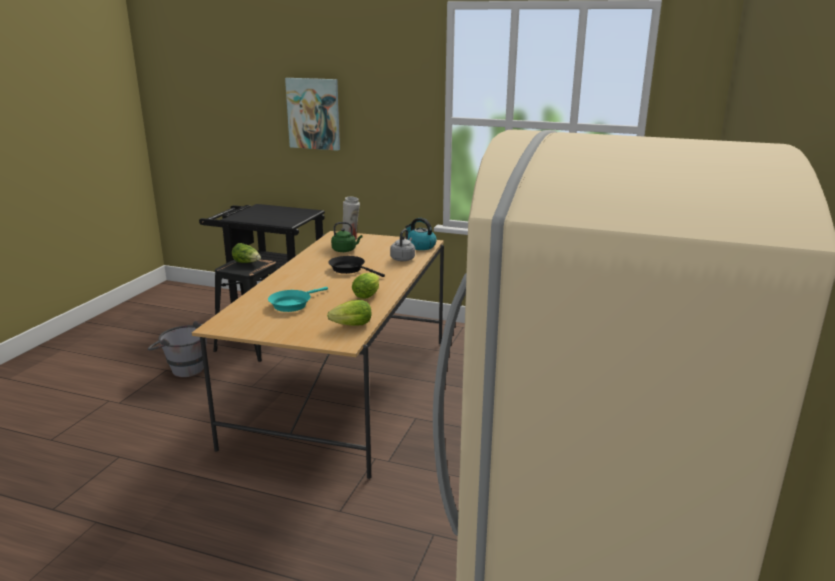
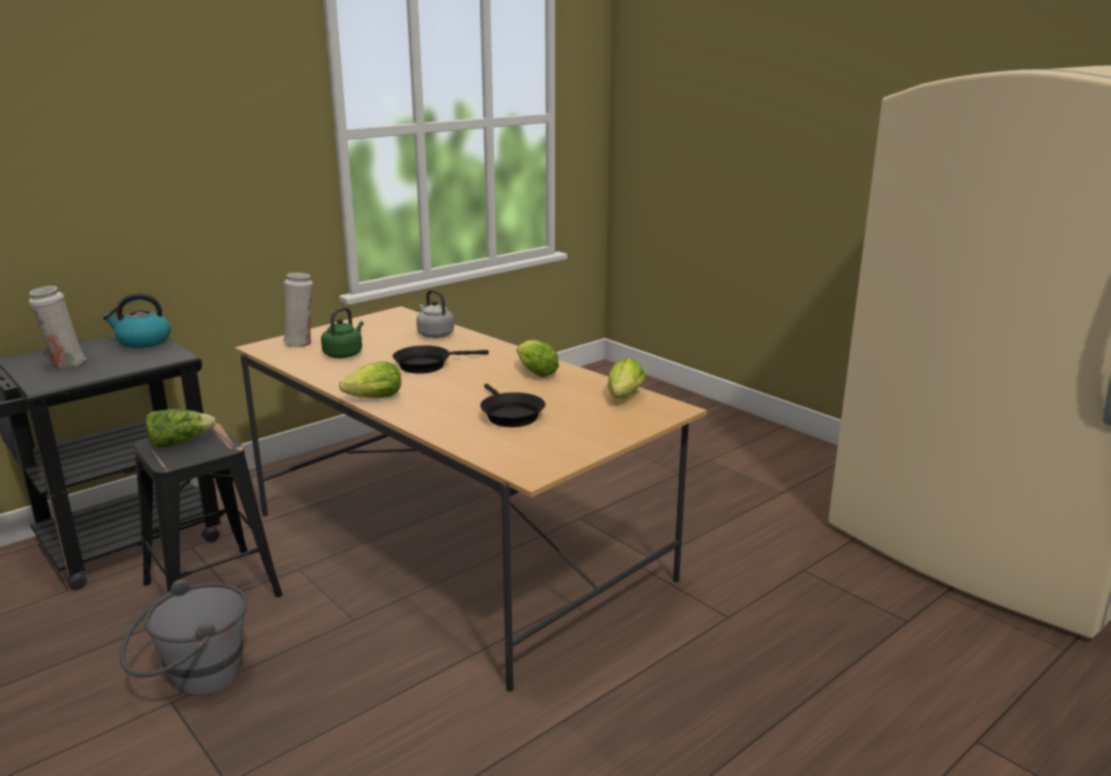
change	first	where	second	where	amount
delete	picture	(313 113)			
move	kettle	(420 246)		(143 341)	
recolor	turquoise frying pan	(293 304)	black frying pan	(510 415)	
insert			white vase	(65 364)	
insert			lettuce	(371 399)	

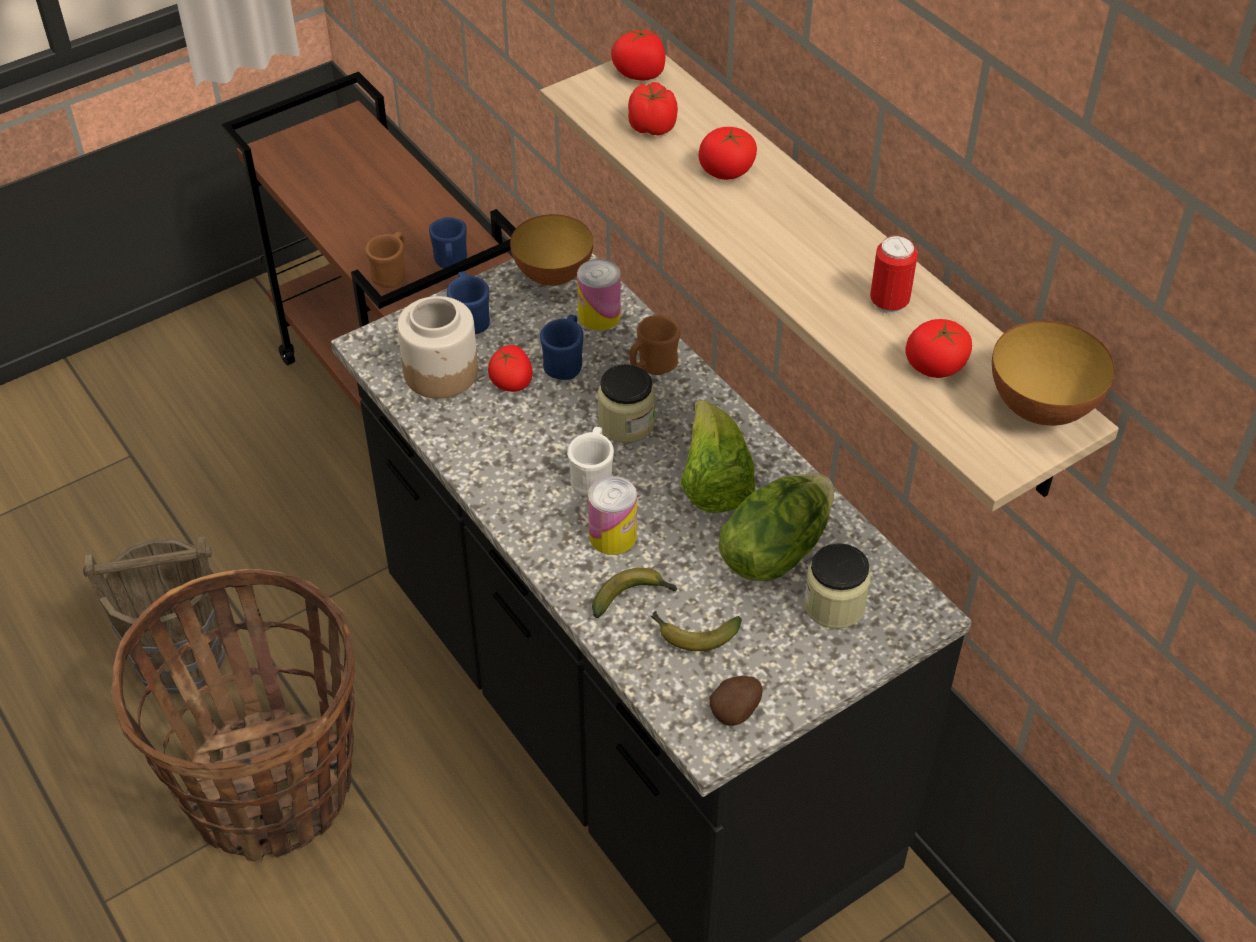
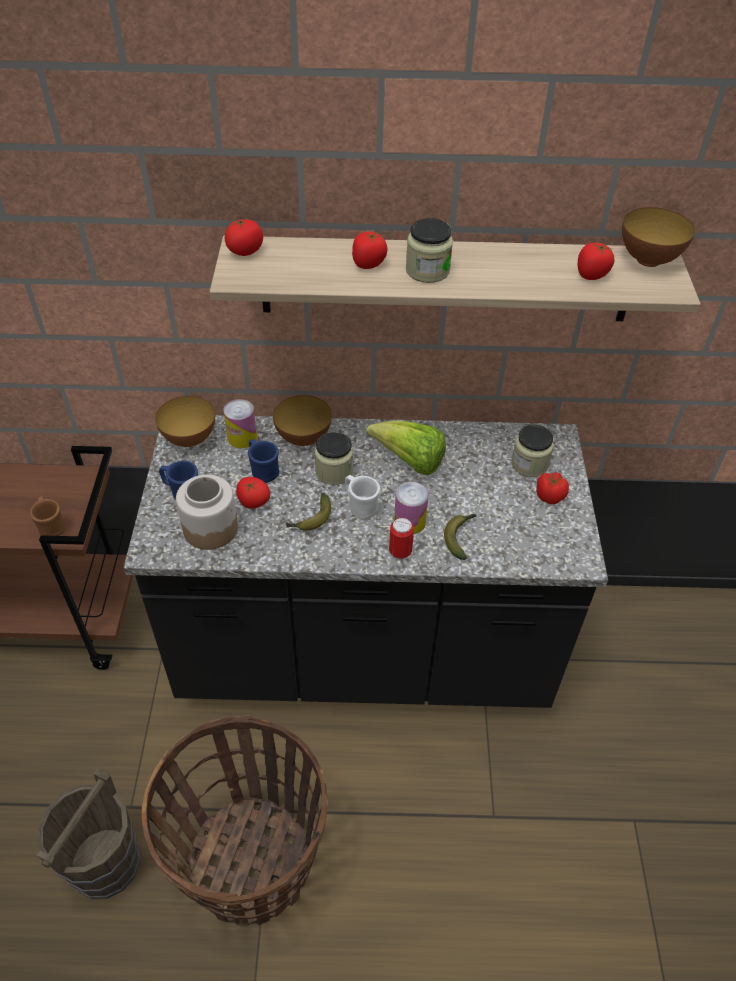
change	first	where	second	where	amount
move	tomato	(652 126)		(549 496)	
delete	blue mug	(451 263)			
move	can	(889 303)		(400 552)	
replace	brown mug	(653 366)	bowl	(303 438)	
delete	lettuce	(774 550)			
move	banana	(692 634)		(311 519)	
delete	potato	(736 710)			
insert			jar	(427 270)	

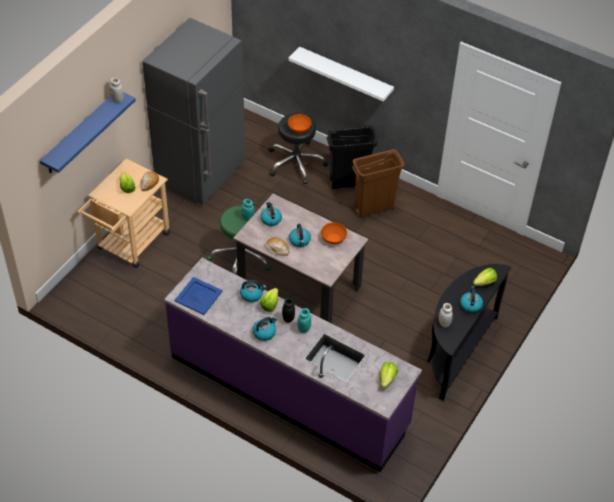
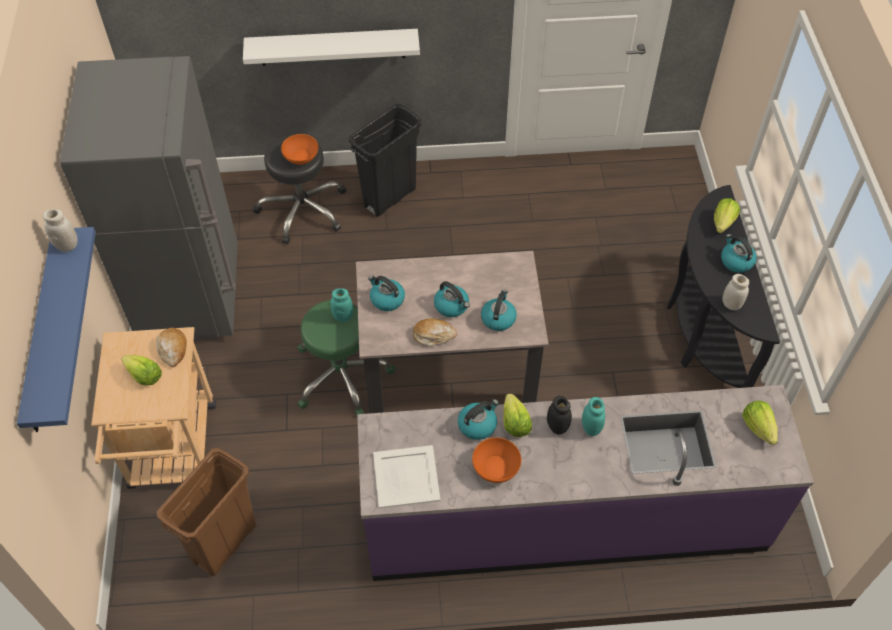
change	first	where	second	where	amount
move	brown trash can	(373 208)		(225 544)	
move	orange bowl	(333 239)		(496 468)	
recolor	blue tray	(198 295)	white tray	(405 476)	
move	kettle	(264 332)		(498 318)	

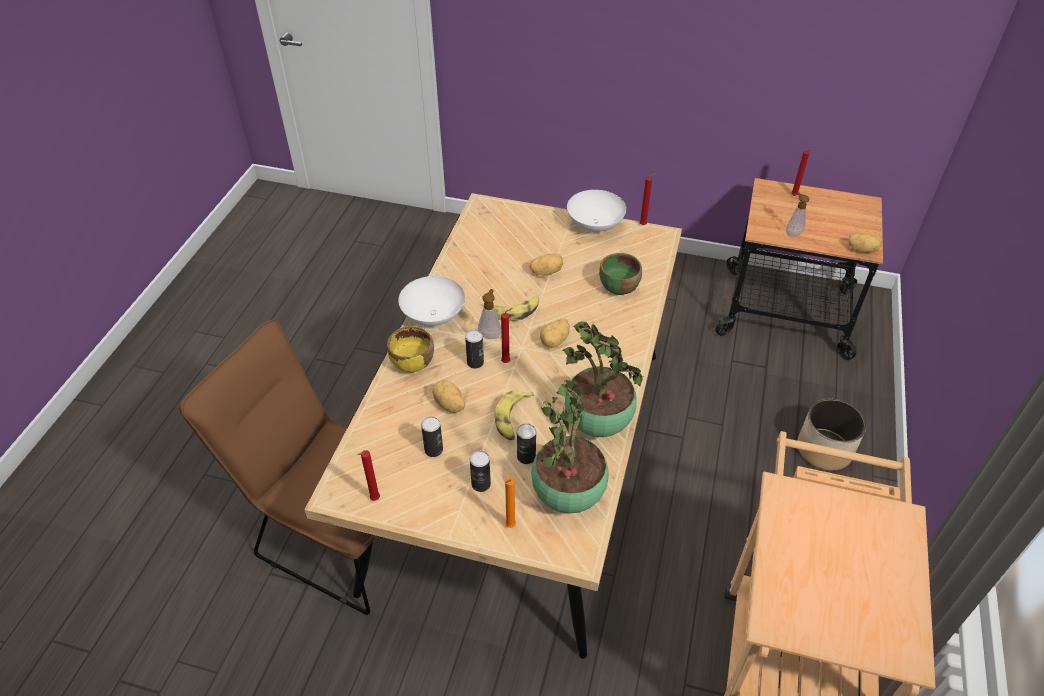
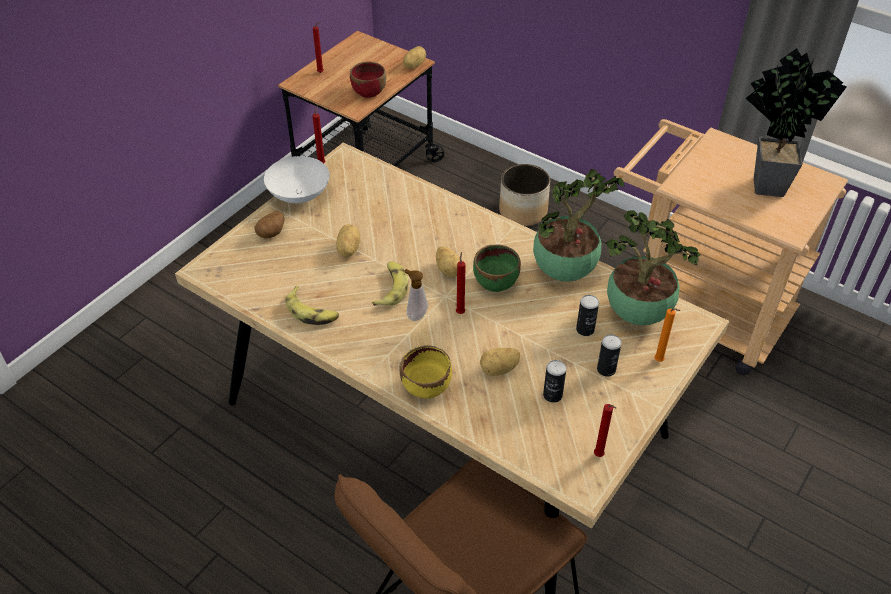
change	first	where	second	where	amount
replace	soap dispenser	(792 233)	red bowl	(368 92)	
move	green bowl	(618 287)		(495 282)	
delete	white bowl	(432 315)			
delete	can	(475 362)			
move	banana	(512 419)		(312 312)	
insert			potted plant	(762 184)	
insert			potato	(271 233)	

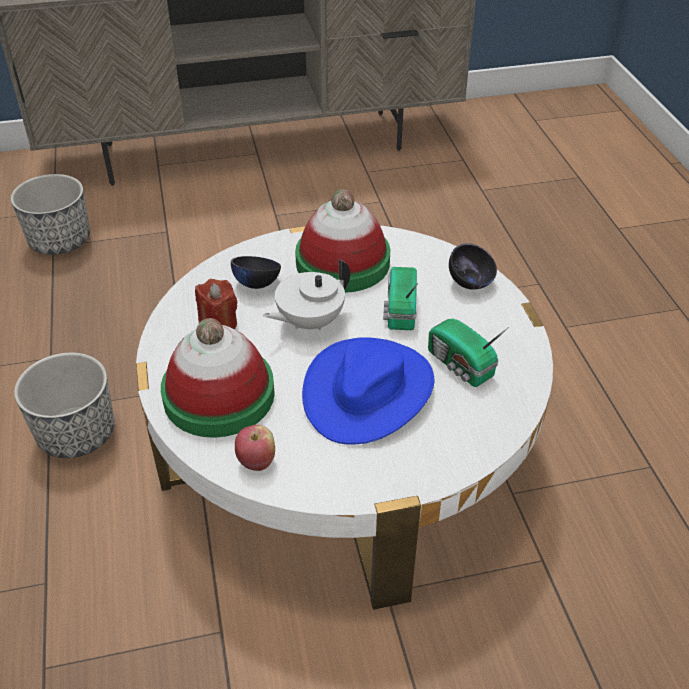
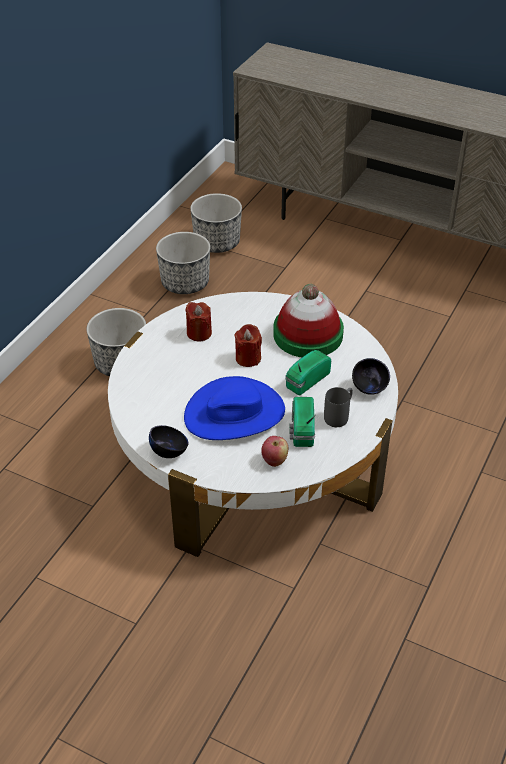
change	first	where	second	where	amount
move	black bowl	(257 283)		(169 452)	
replace	white teapot	(309 321)	red candle	(248 358)	
delete	hat	(219 395)			
move	apple	(256 462)		(274 460)	
insert			planter	(185 283)	
insert			grey mug	(339 415)	

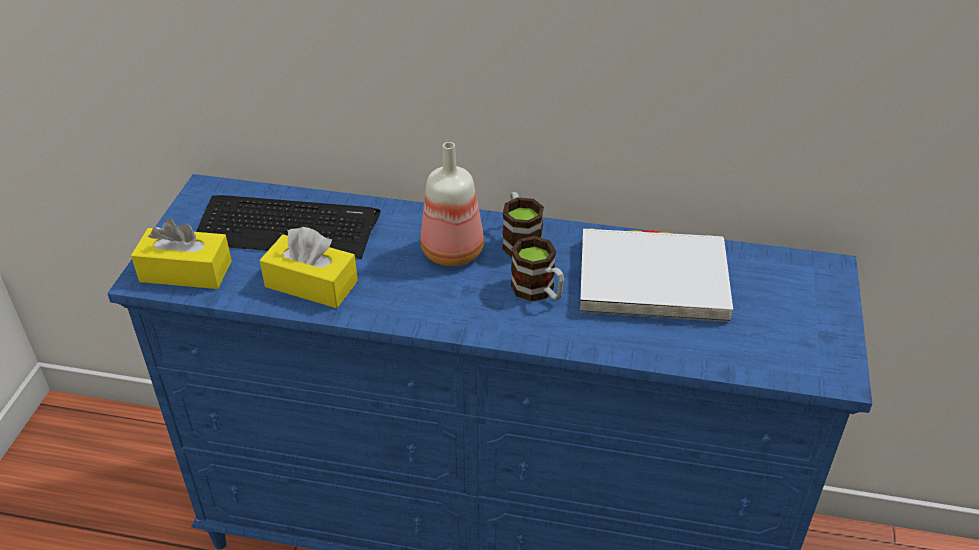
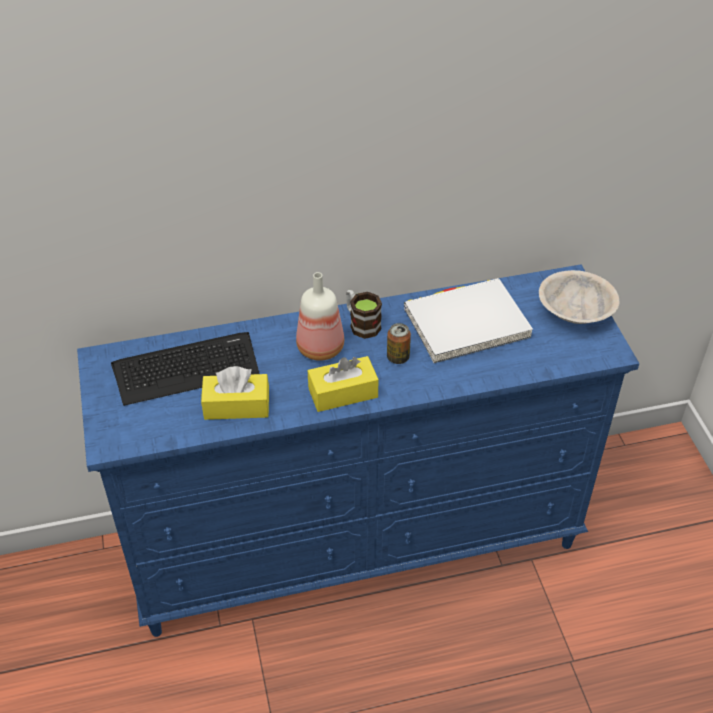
change	first	where	second	where	amount
move	yellow tissue box	(186 271)		(343 393)	
replace	mug	(539 291)	can	(398 357)	
insert			beige bowl	(574 312)	

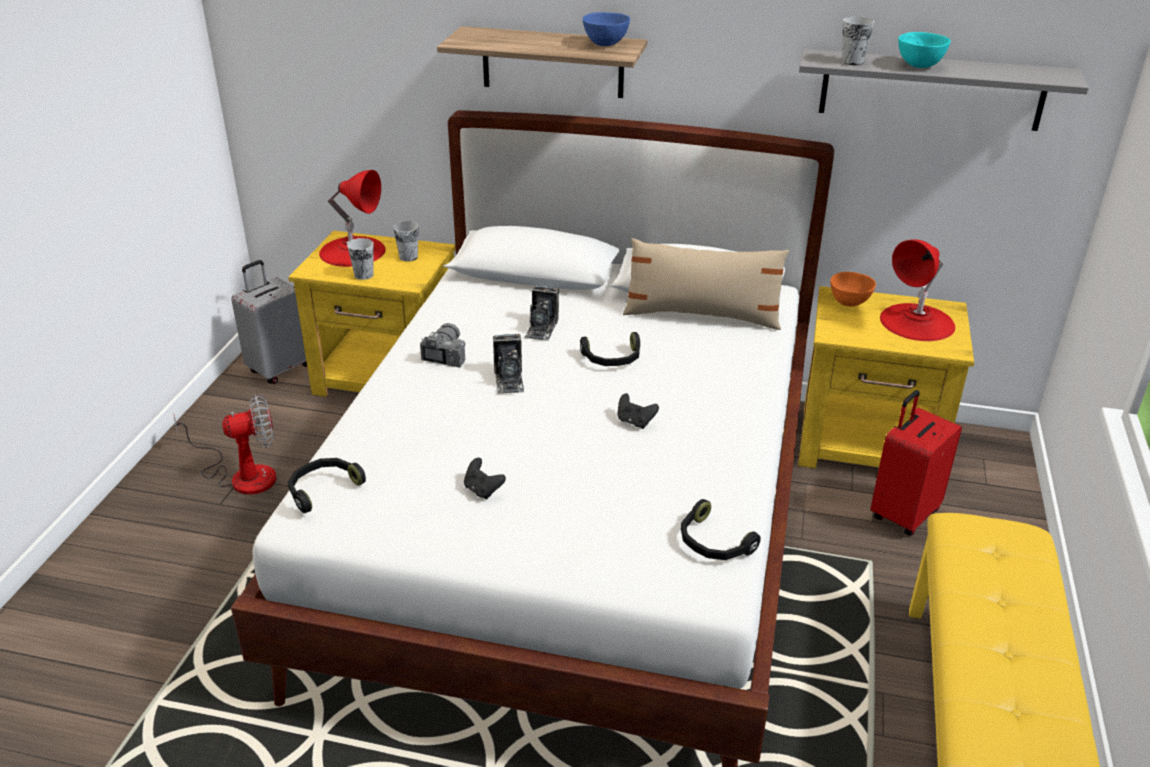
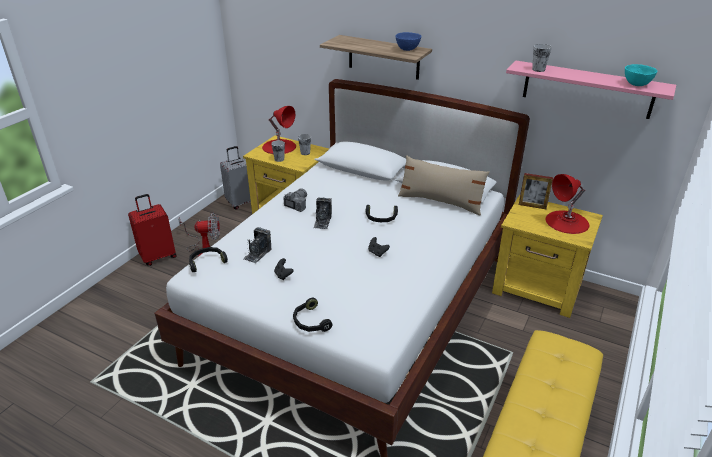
change	first	where	second	where	amount
move	turquoise bowl	(919 66)		(636 85)	
recolor	grey shelf	(931 90)	pink shelf	(587 89)	
replace	orange bowl	(850 302)	picture frame	(532 206)	
move	photo camera	(541 328)		(257 254)	
move	red suitcase	(903 514)		(158 256)	
move	black headphones	(712 543)		(310 322)	

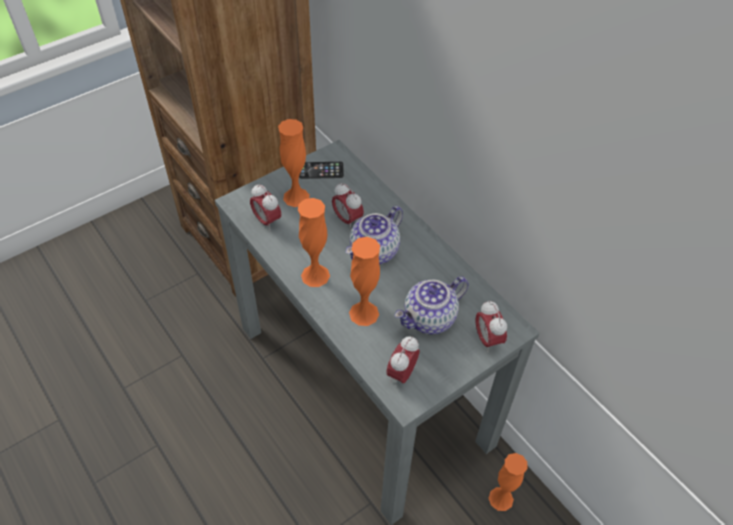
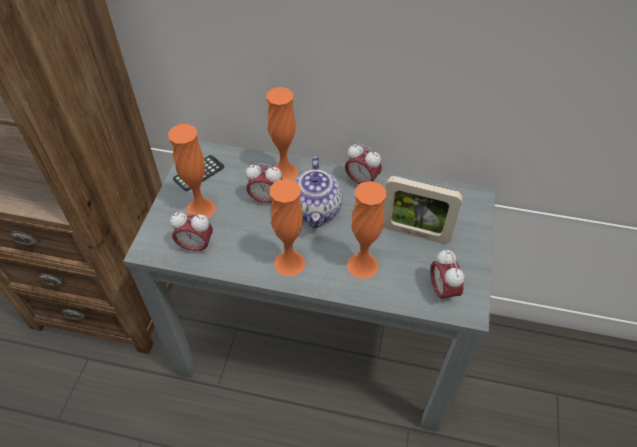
change	first	where	second	where	amount
replace	teapot	(429 319)	picture frame	(414 233)	
move	alarm clock	(487 339)		(361 181)	
move	orange vase	(501 499)		(284 172)	

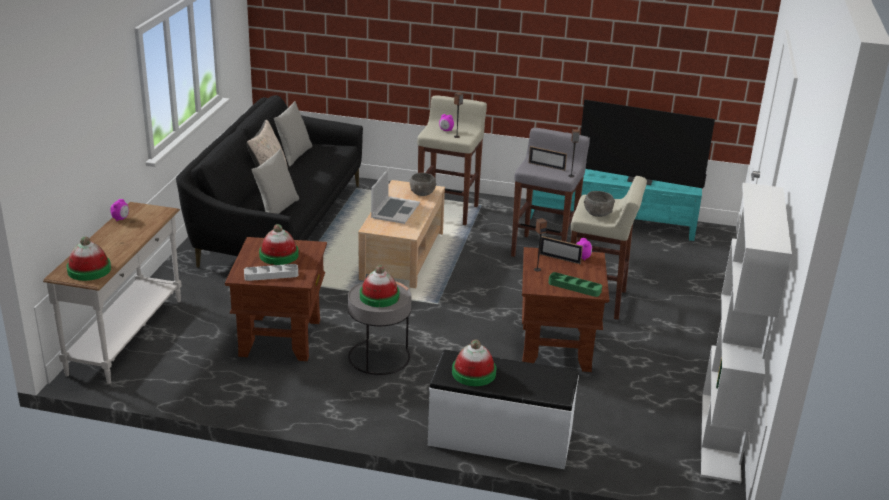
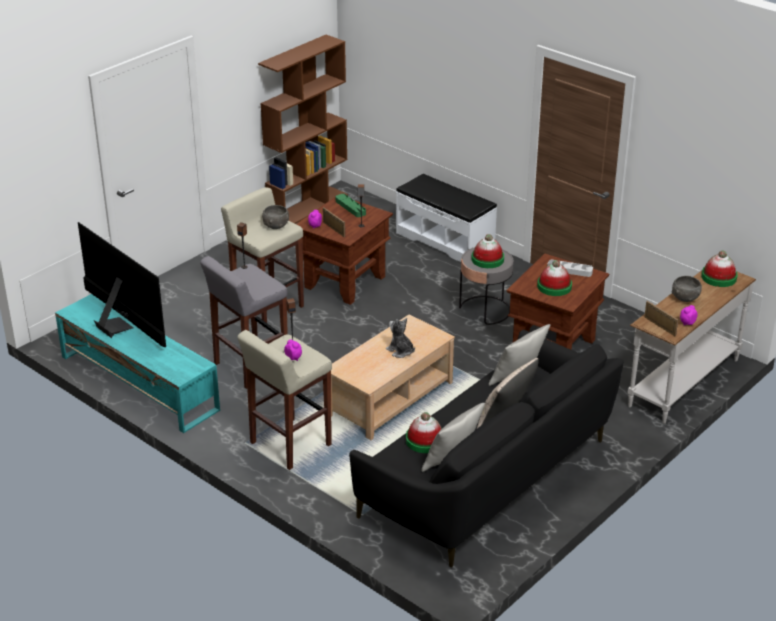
change	first	where	second	where	amount
move	picture frame	(546 166)		(660 326)	
replace	laptop	(395 210)	plush toy	(400 351)	
move	grey bowl	(422 193)		(685 298)	
recolor	white bookcase	(721 437)	brown bookcase	(308 207)	
move	hat	(474 373)		(425 440)	

